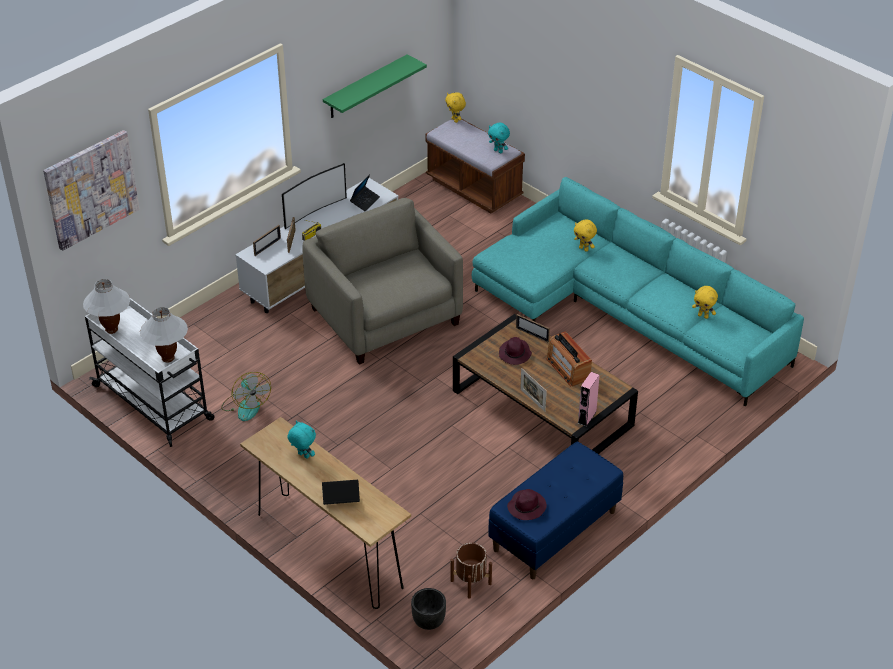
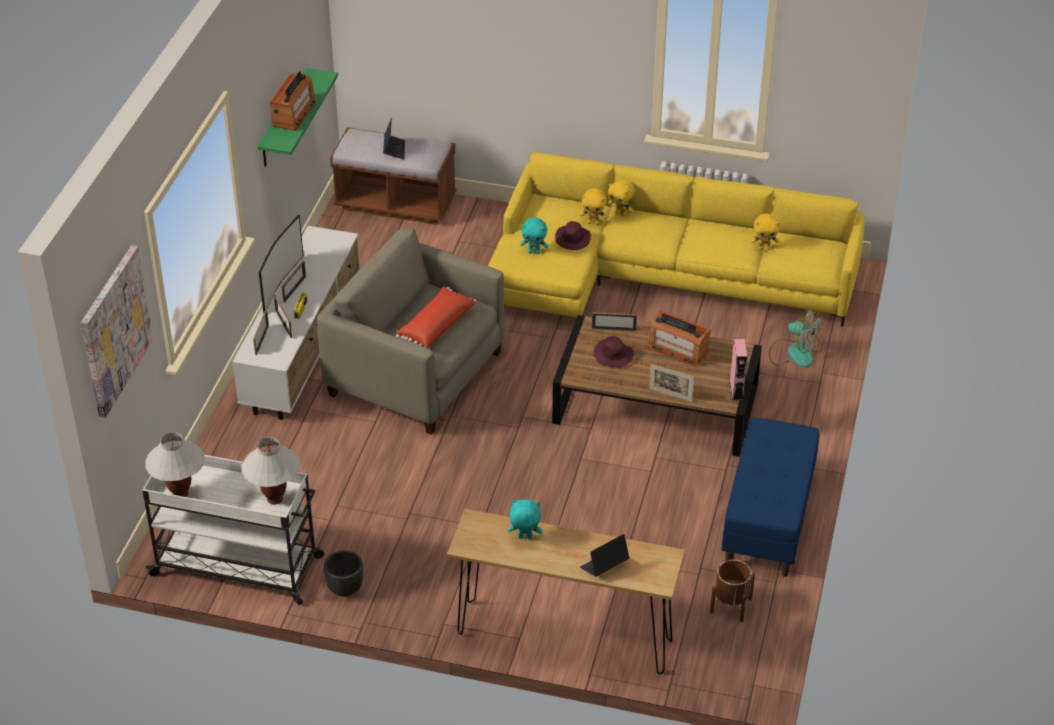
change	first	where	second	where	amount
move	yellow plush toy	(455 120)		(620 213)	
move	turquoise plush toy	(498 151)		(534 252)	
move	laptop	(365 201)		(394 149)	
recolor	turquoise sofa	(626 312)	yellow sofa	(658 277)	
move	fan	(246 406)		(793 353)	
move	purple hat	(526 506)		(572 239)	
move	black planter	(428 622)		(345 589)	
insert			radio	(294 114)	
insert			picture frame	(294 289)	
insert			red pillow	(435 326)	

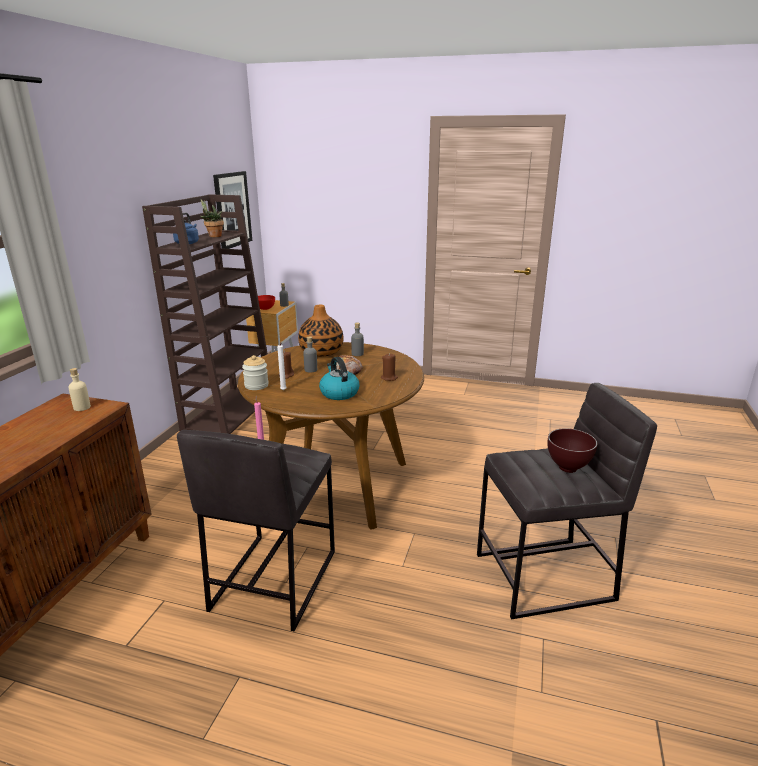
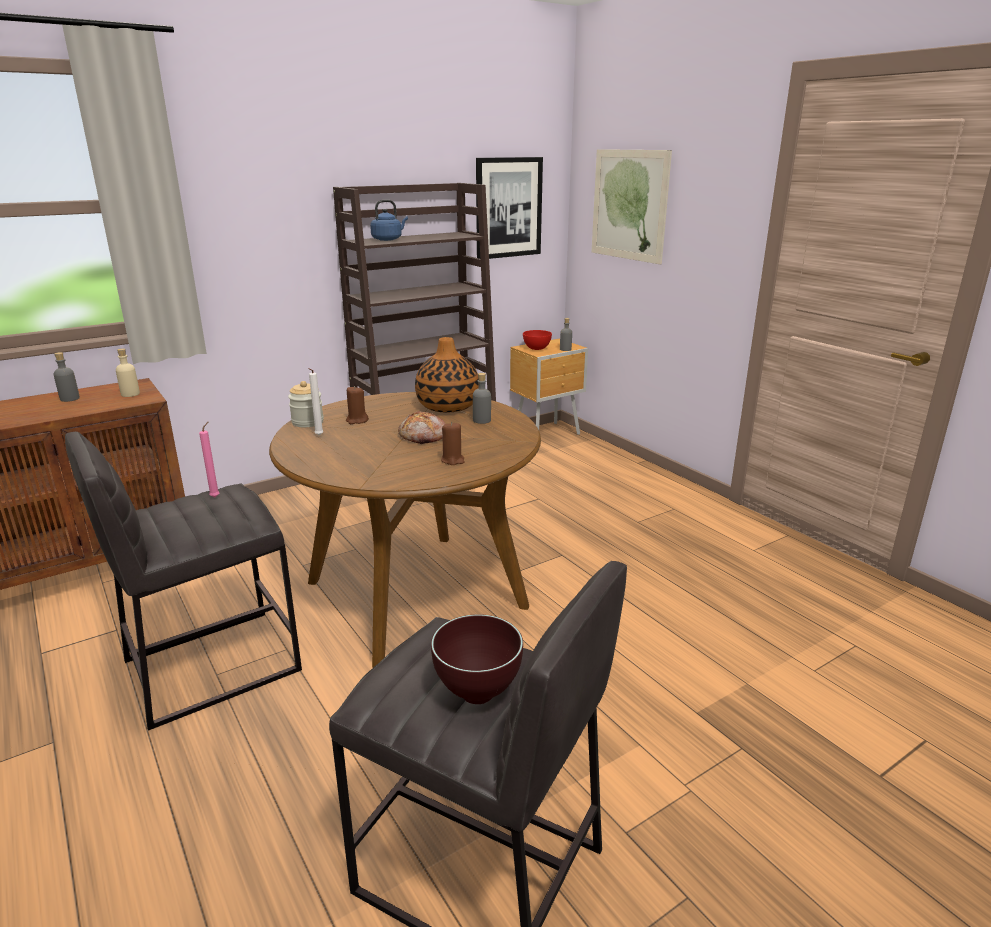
change	first	where	second	where	amount
delete	potted plant	(213 236)			
move	grey bottle	(311 370)		(70 398)	
delete	kettle	(339 393)			
insert			picture	(629 205)	

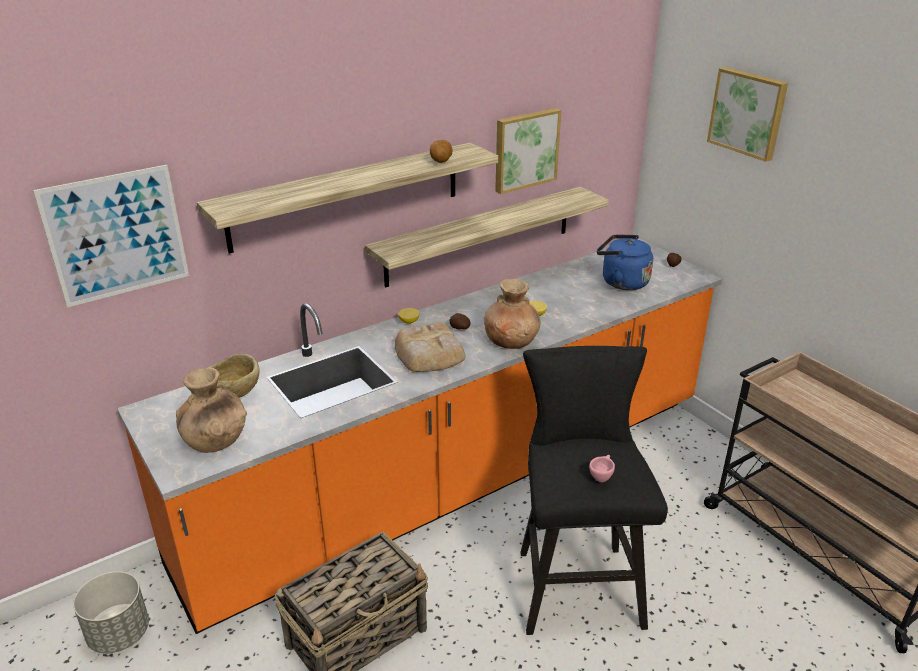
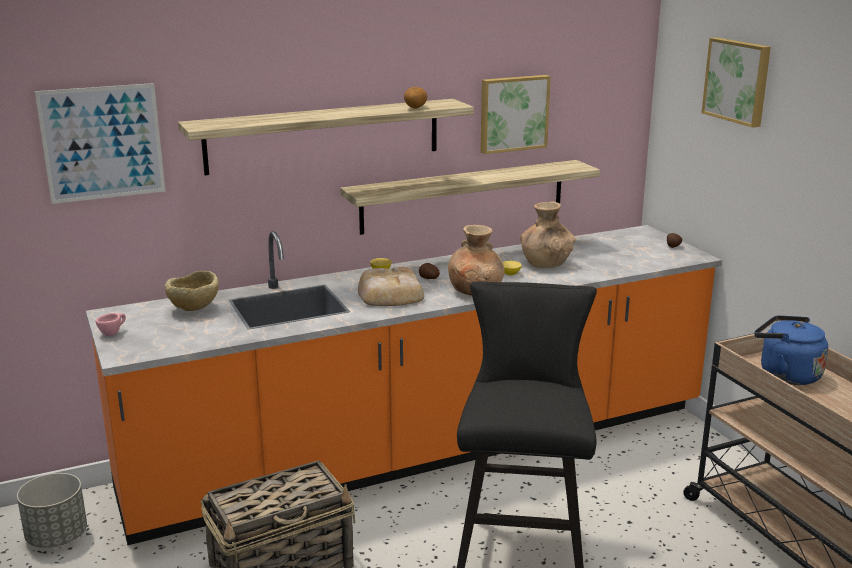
change	first	where	second	where	amount
move	blue kettle	(621 282)		(785 374)	
move	brown vase	(215 441)		(545 264)	
move	pink cup	(601 477)		(113 333)	

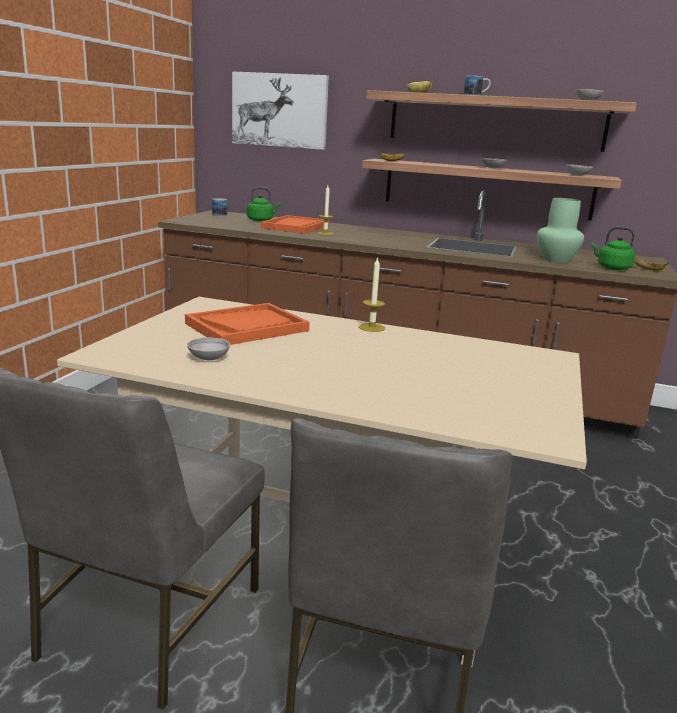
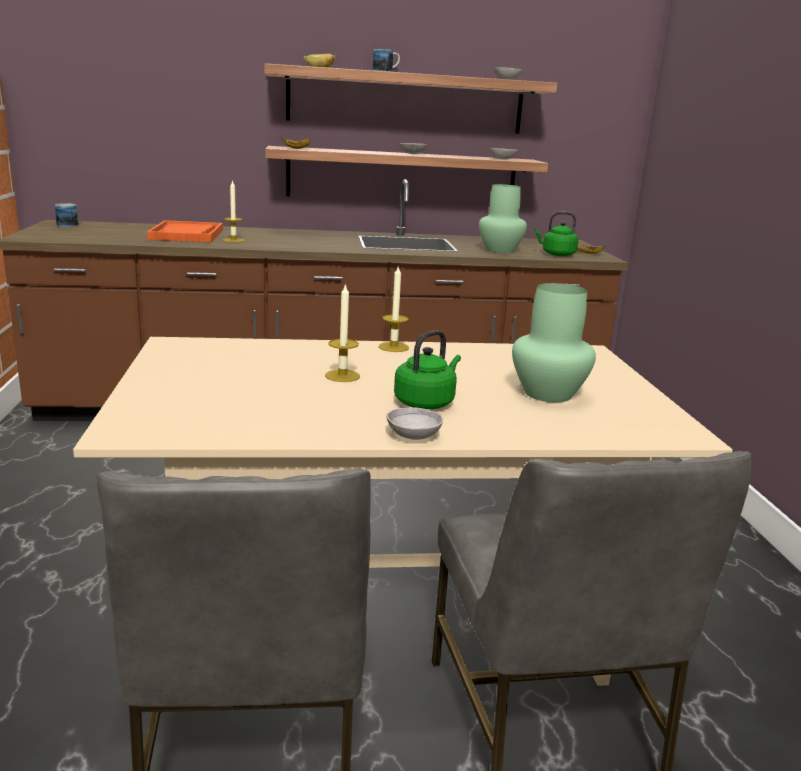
change	first	where	second	where	amount
delete	picture	(280 110)			
move	green kettle	(261 220)		(426 402)	
delete	orange tray	(247 327)			
move	grey bowl	(209 358)		(413 436)	
insert			candle	(342 376)	
insert			green vase	(548 394)	

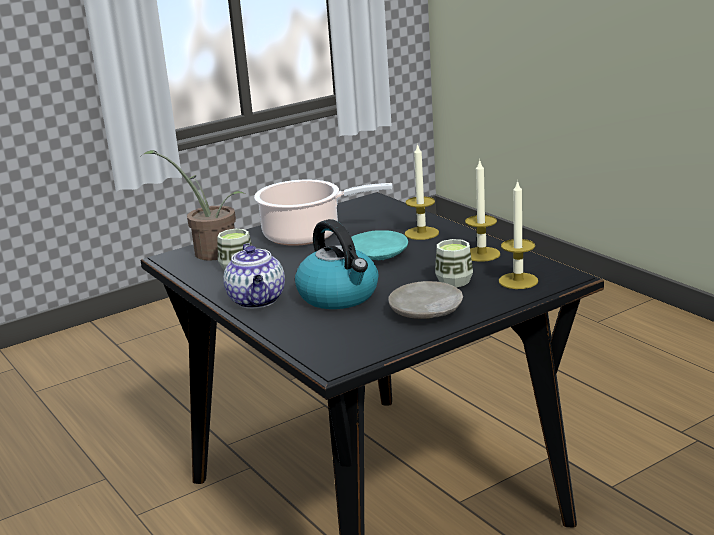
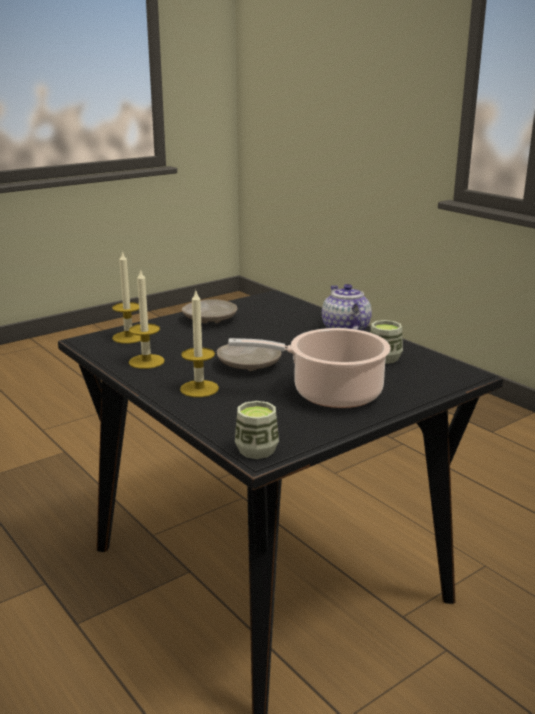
change	first	where	second	where	amount
delete	potted plant	(210 251)			
delete	kettle	(339 296)			
recolor	turquoise plate	(376 256)	beige plate	(249 364)	
move	cup	(454 281)		(256 450)	

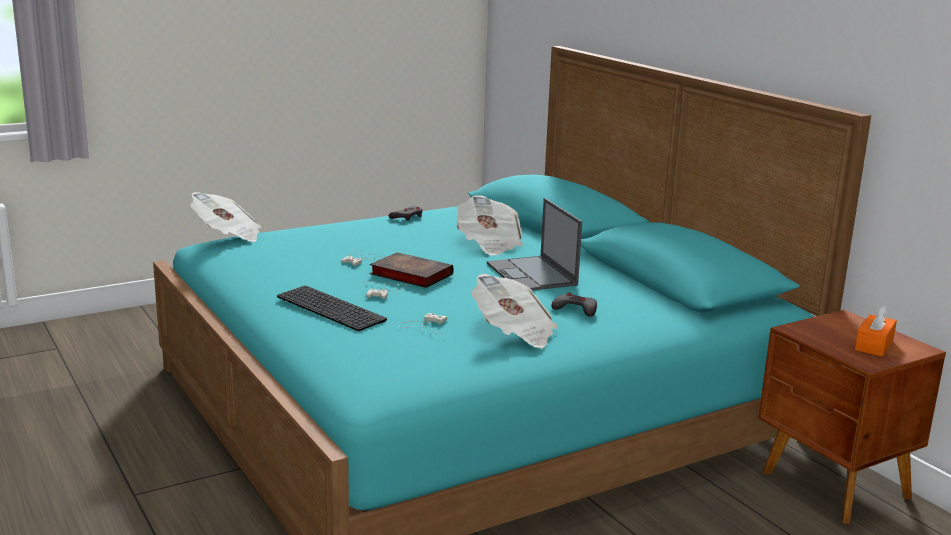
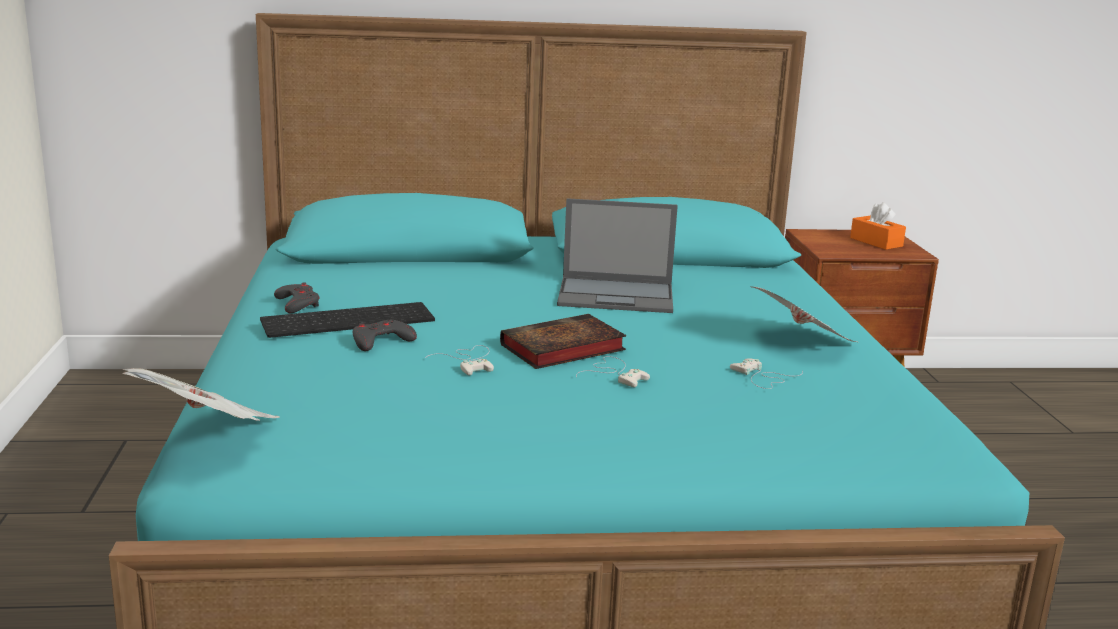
change	first	where	second	where	amount
delete	newspaper	(489 244)			
move	keyboard	(333 308)		(349 319)	
move	grey game controller	(575 309)		(381 341)	

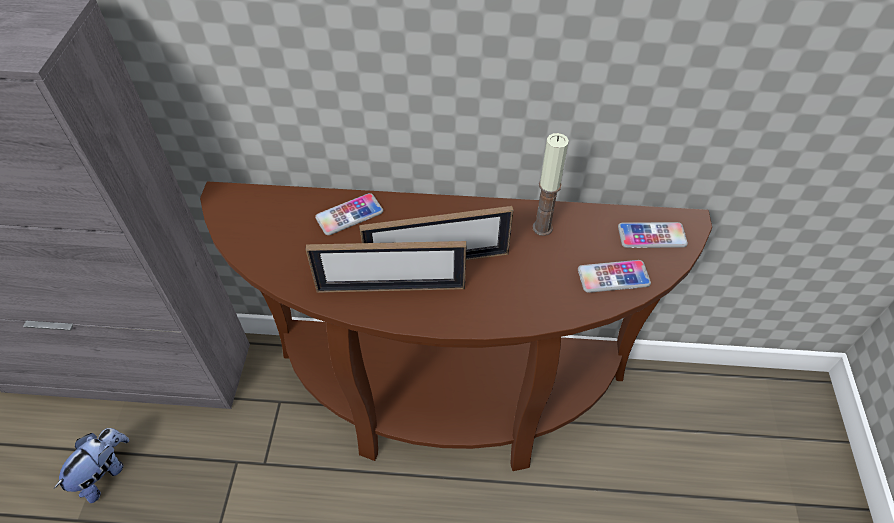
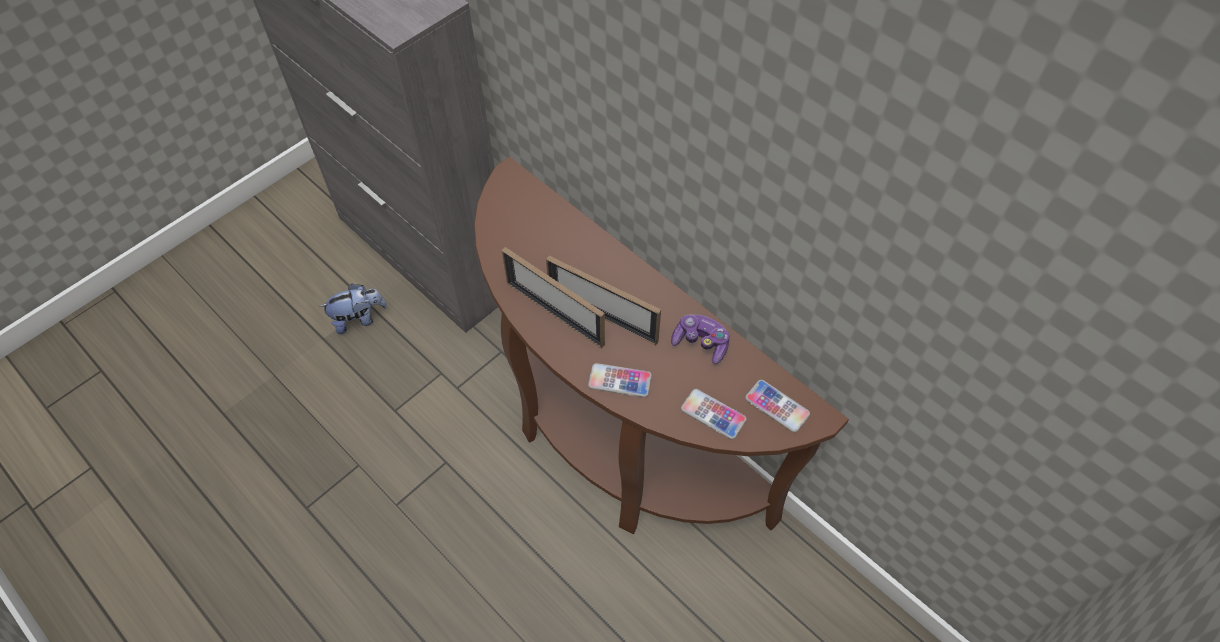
change	first	where	second	where	amount
replace	candle	(542 228)	game controller	(701 343)	
move	phone	(349 215)		(620 381)	

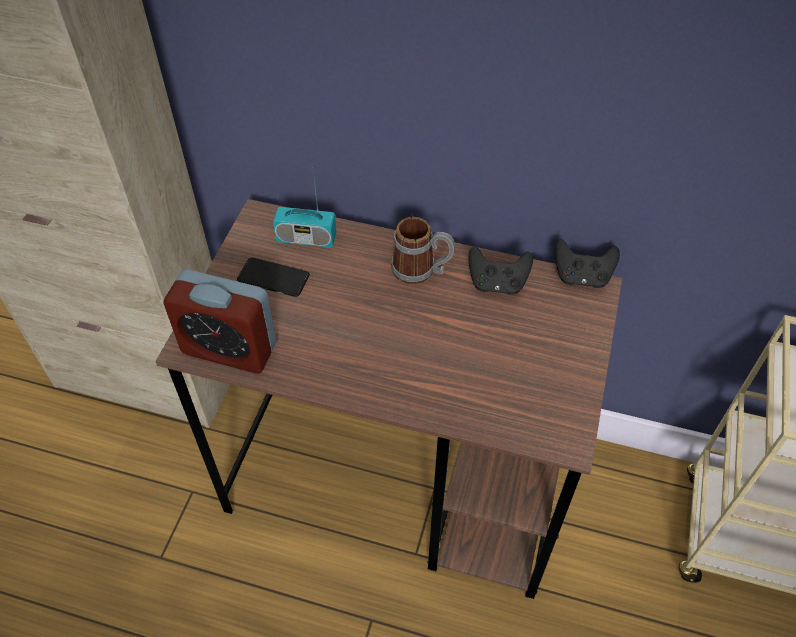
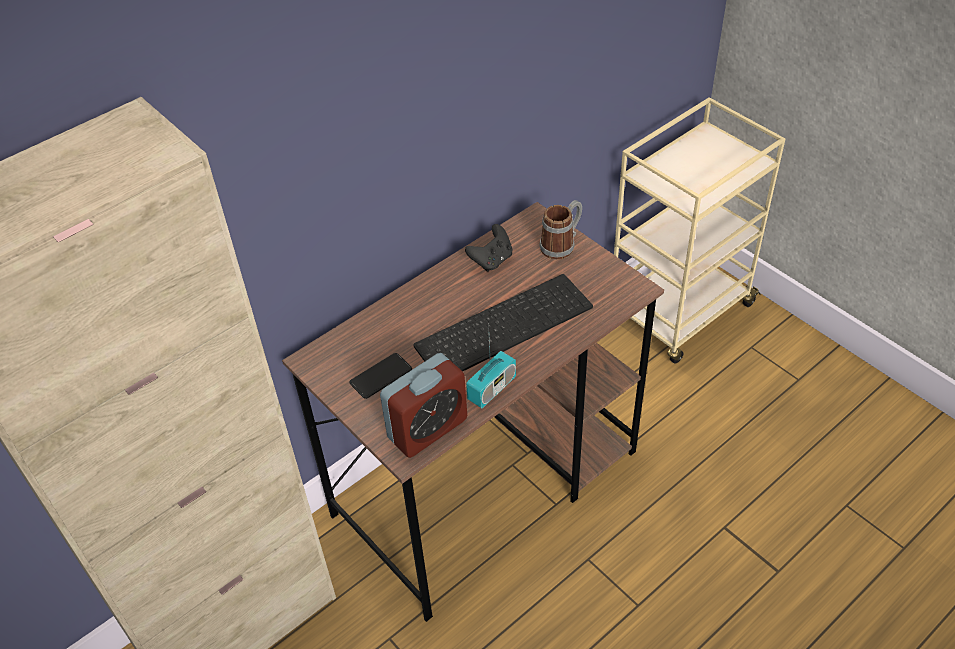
change	first	where	second	where	amount
move	radio	(306 238)		(492 389)	
move	mug	(421 270)		(562 245)	
delete	black game controller	(581 277)			
insert			keyboard	(504 324)	

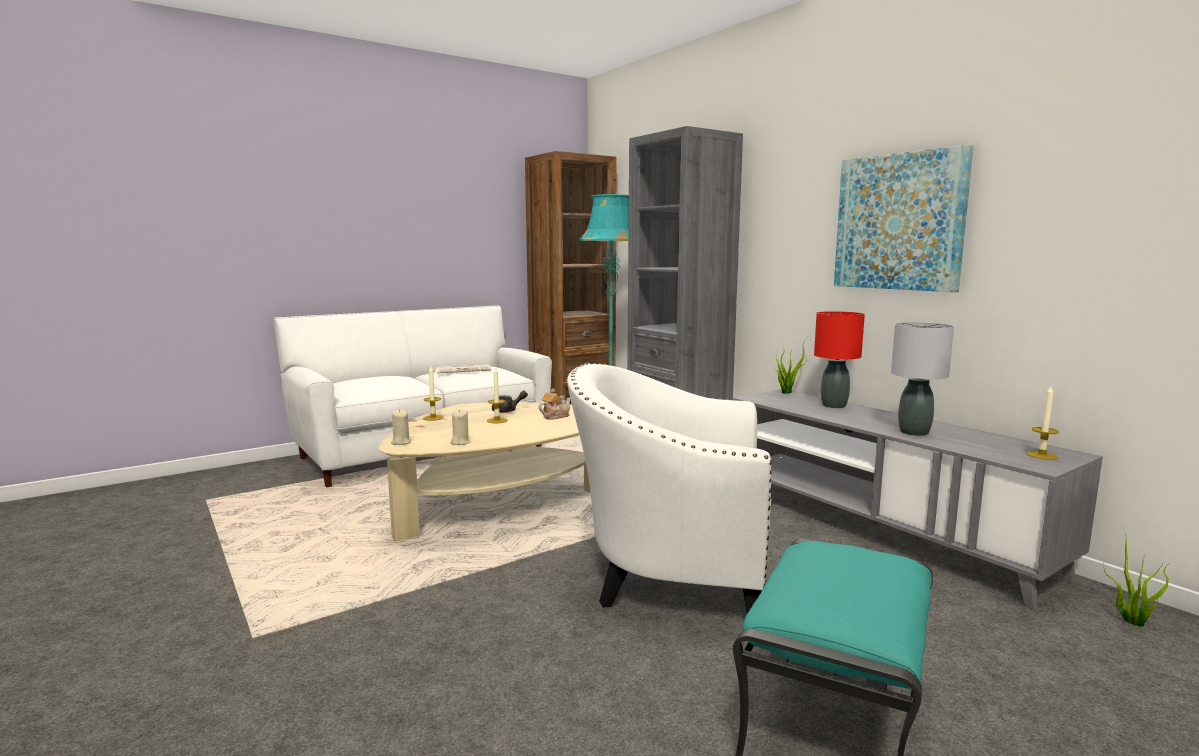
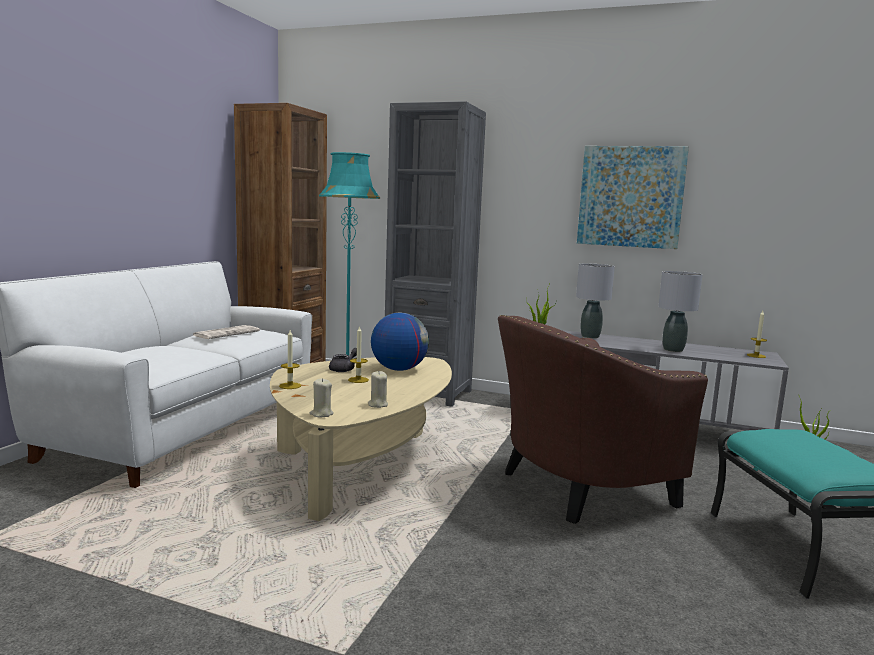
change	first	where	second	where	amount
recolor	red table lamp	(833 405)	grey table lamp	(590 336)	
recolor	white armchair	(669 575)	brown armchair	(575 488)	
replace	teapot	(555 416)	globe	(399 369)	

